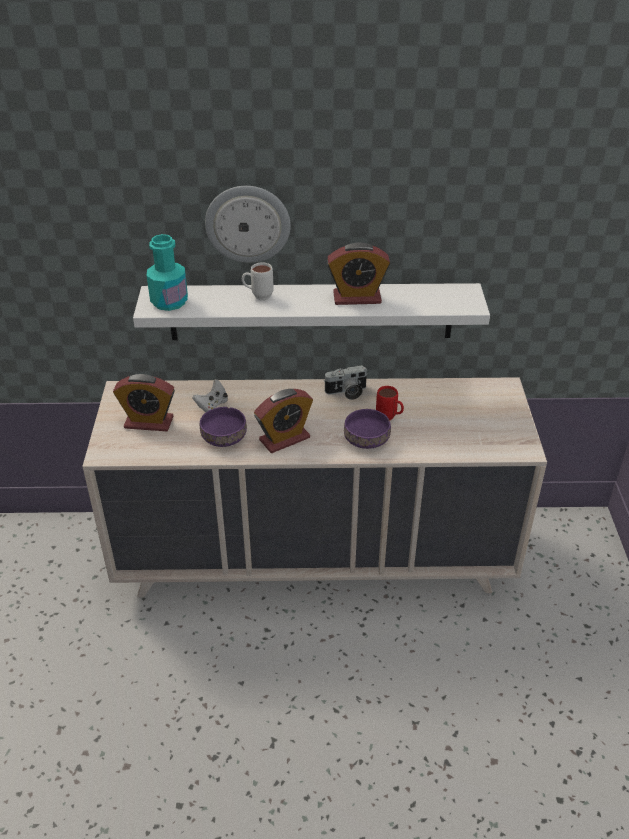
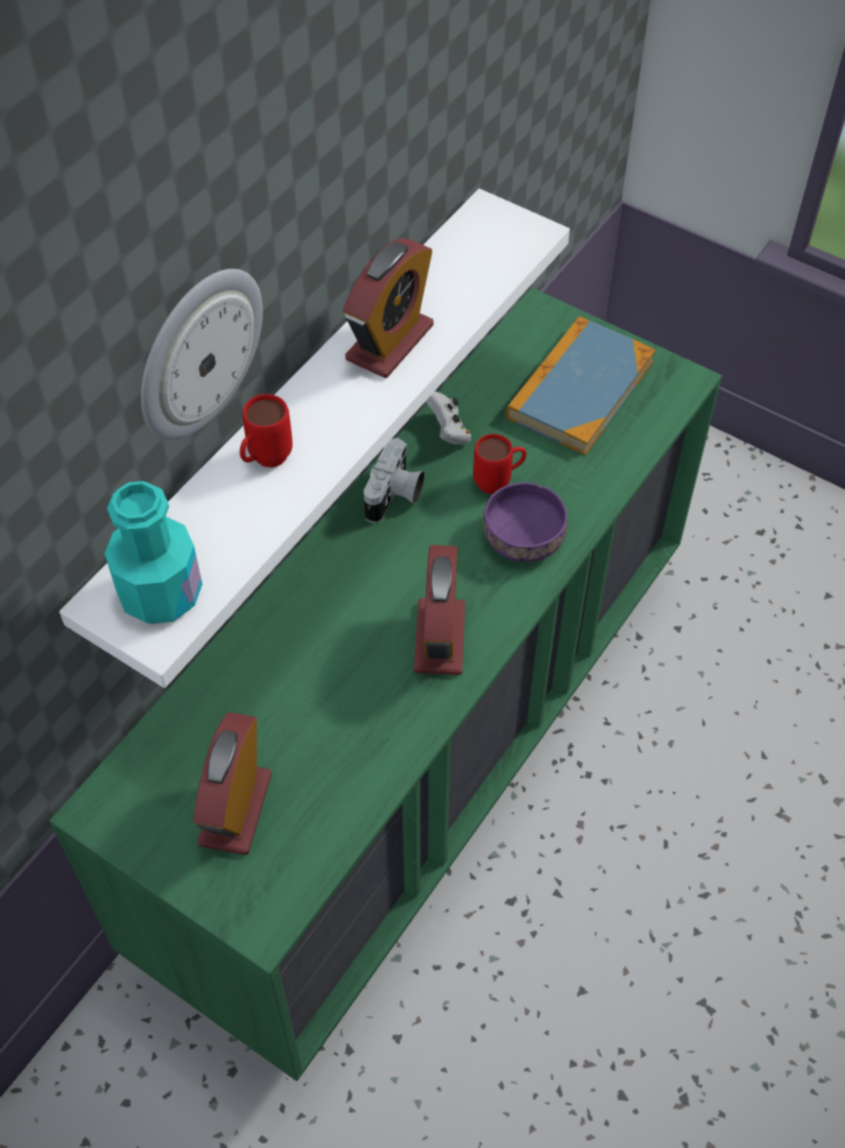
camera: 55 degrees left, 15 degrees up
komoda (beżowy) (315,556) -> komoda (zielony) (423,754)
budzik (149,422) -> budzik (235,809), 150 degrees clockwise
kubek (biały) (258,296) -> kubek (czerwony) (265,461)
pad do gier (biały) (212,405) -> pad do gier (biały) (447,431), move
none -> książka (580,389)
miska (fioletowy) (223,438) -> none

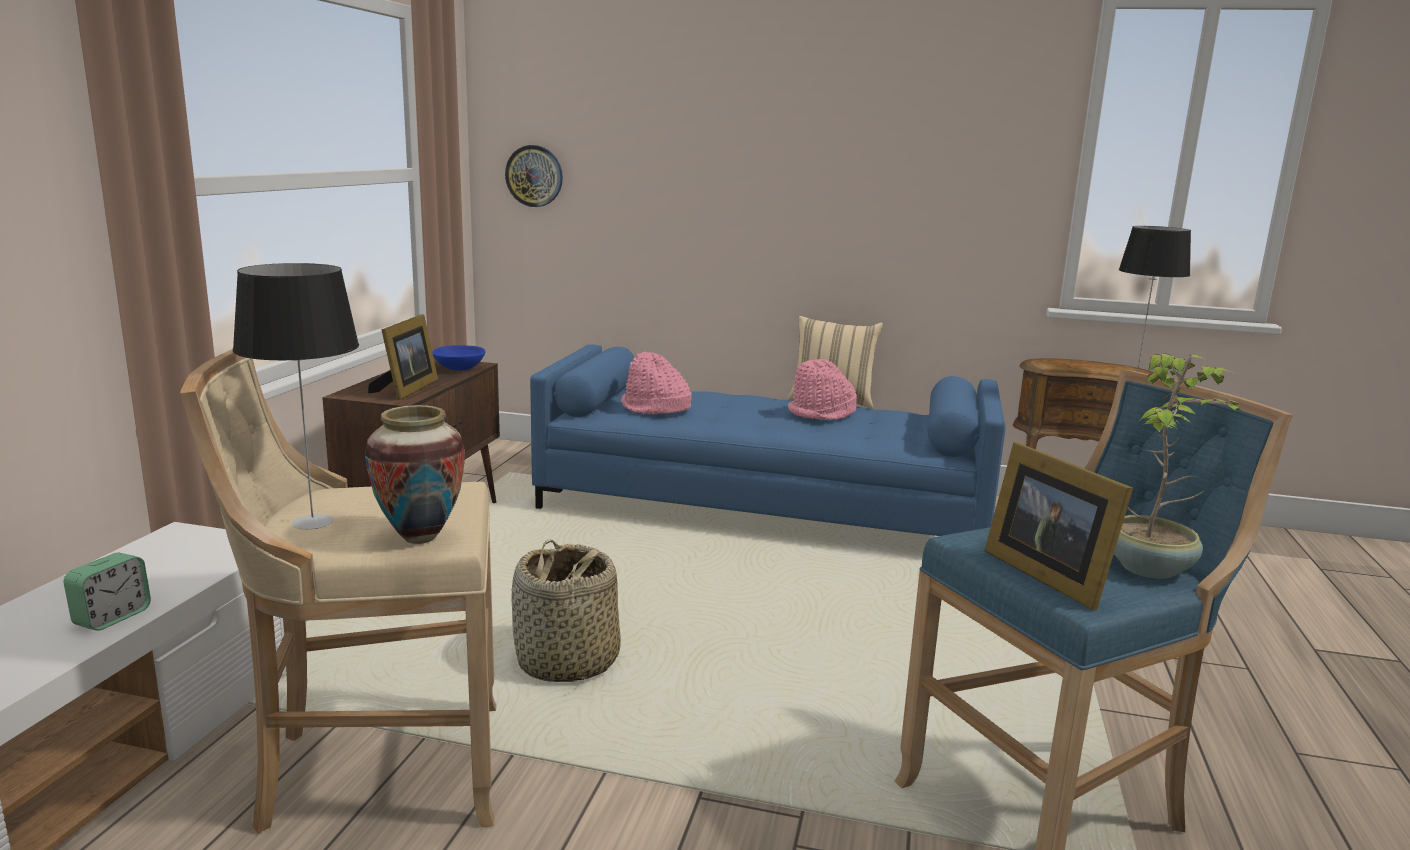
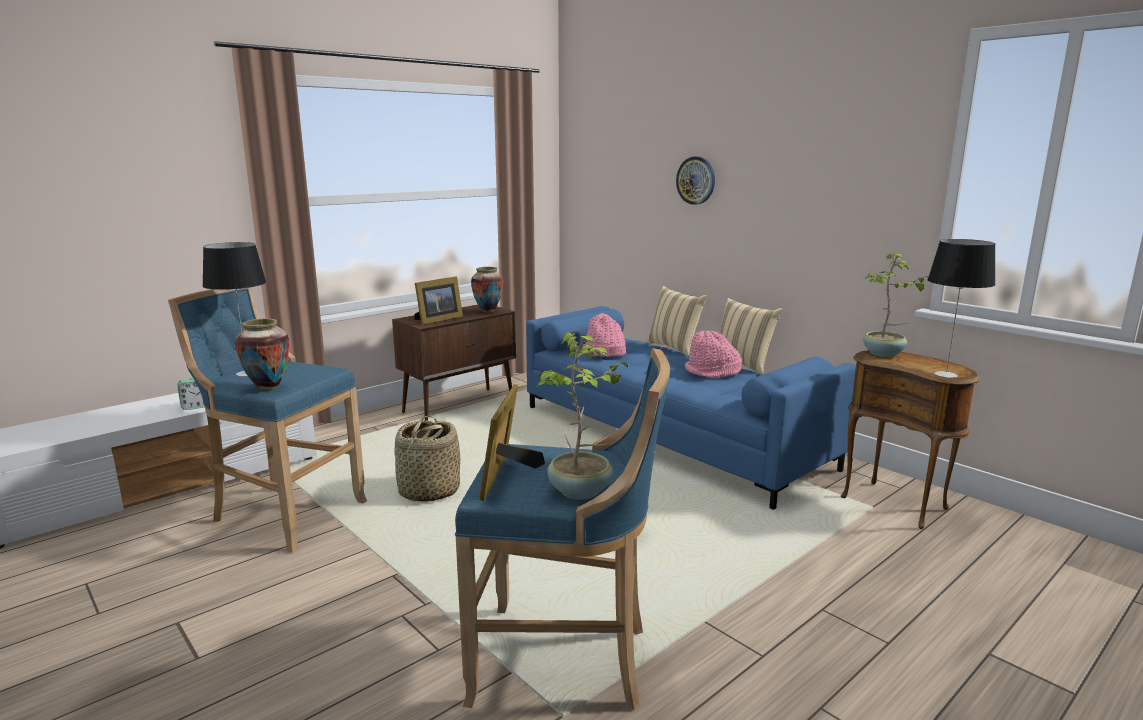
camera: 35 degrees right, 0 degrees up
stołek (beżowy) (377,771) -> stołek (niebieski) (284,513)
miska (niebieski) (460,368) -> wazon (488,312)
none -> poduszka (beżowy) (674,347)
zegar ścienny (534,176) -> zegar ścienny (696,180), move
none -> roślina doniczkowa (883,354)

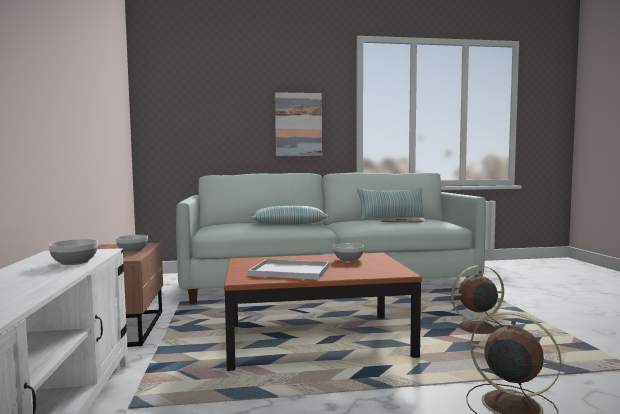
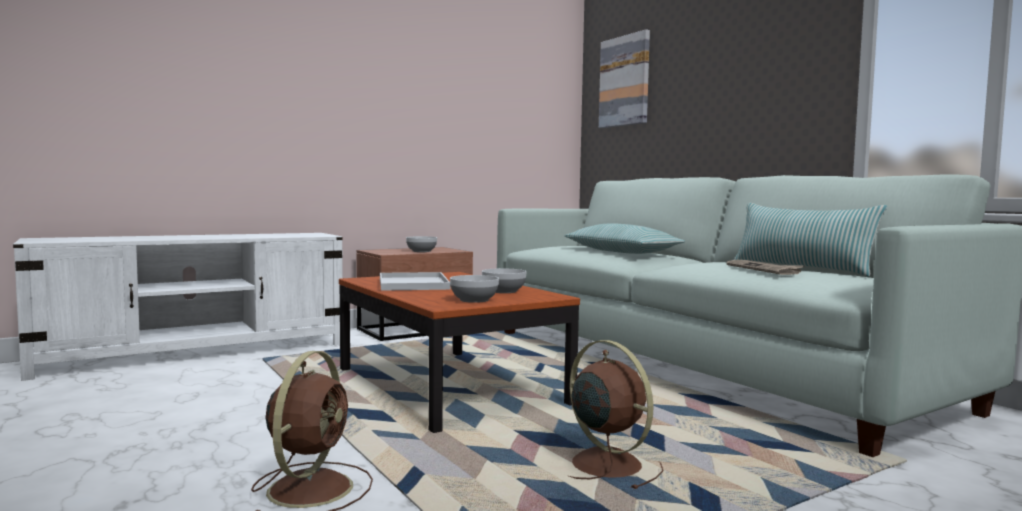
camera: 65 degrees right, 0 degrees up
miska (75,262) -> miska (475,300), move
obraz (298,124) -> obraz (625,81), move

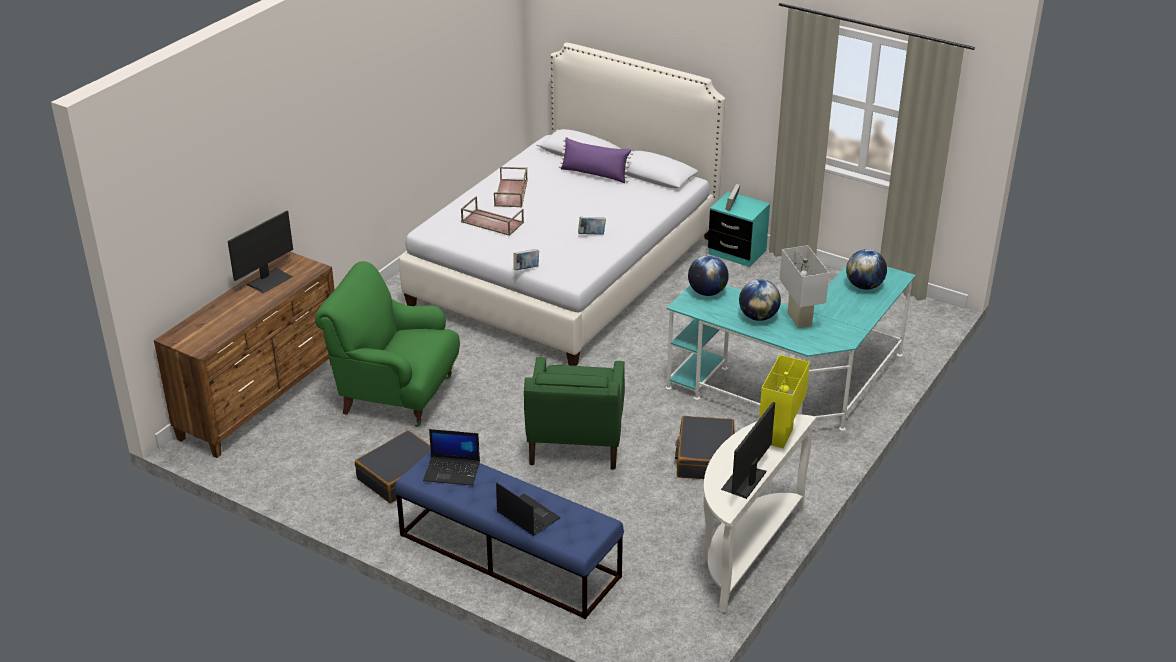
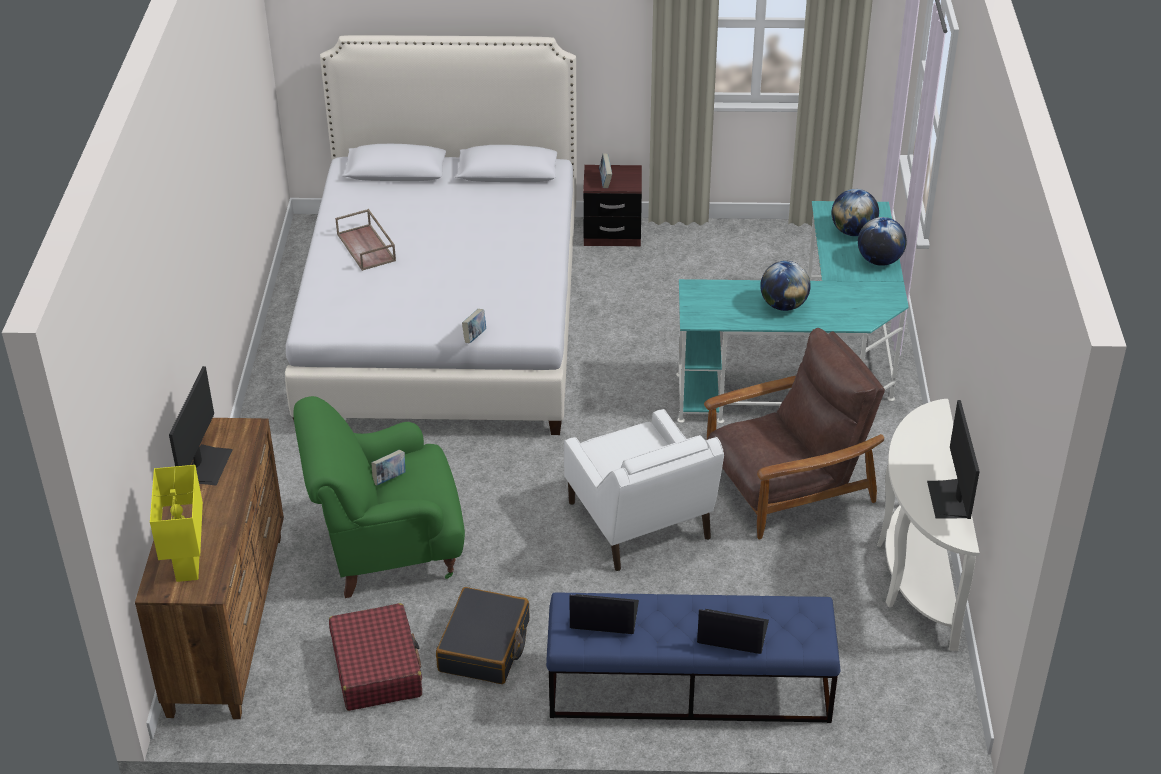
camera: 30 degrees left, 5 degrees up
lampa stołowa (żółty) (780,437) -> lampa stołowa (żółty) (188,566), move
none -> walizka (czerwony) (377,668)
książka (591,234) -> książka (389,478), move
fotel (zielony) (575,441) -> fotel (biały) (639,523)
laptop (452,471) -> laptop (603,616), 150 degrees counterclockwise
szafka nocna (turkusowy) (737,252) -> szafka nocna (brązowy) (612,233)
walizka (czarny) (704,457) -> fotel (brązowy) (787,486)
globus (707,292) -> globus (879,261), move
taca (brązowy) (491,222) -> none
poduszka (fioletowy) (594,174) -> none
lampa stołowa (biały) (799,319) -> none

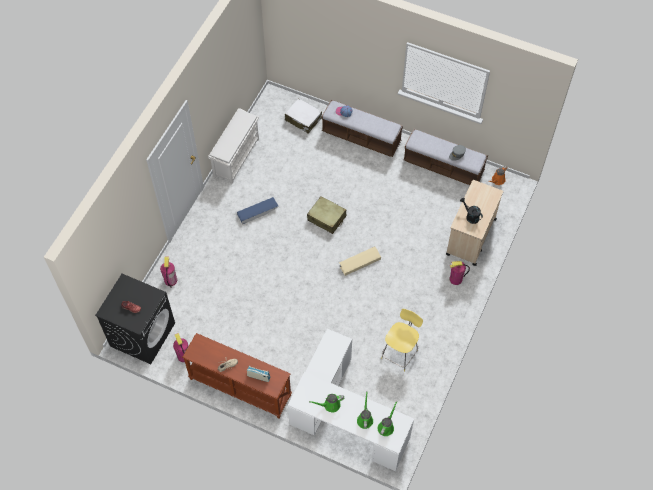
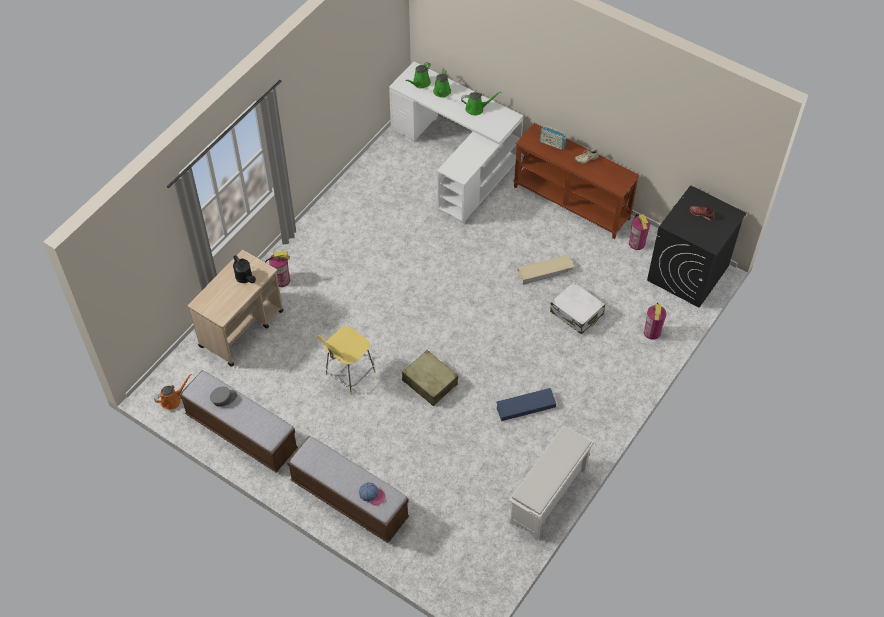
camera: 170 degrees left, 5 degrees down
stołek (żółty) (400,353) -> stołek (żółty) (349,374), move
pojemnik do przechowywania (beżowy) (359,262) -> pojemnik do przechowywania (beżowy) (545,271), move
walizka (biały) (303,119) -> walizka (biały) (576,313), move

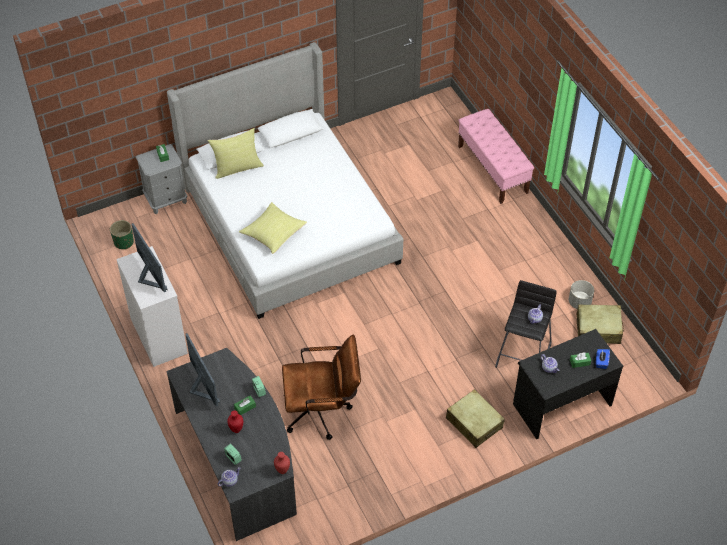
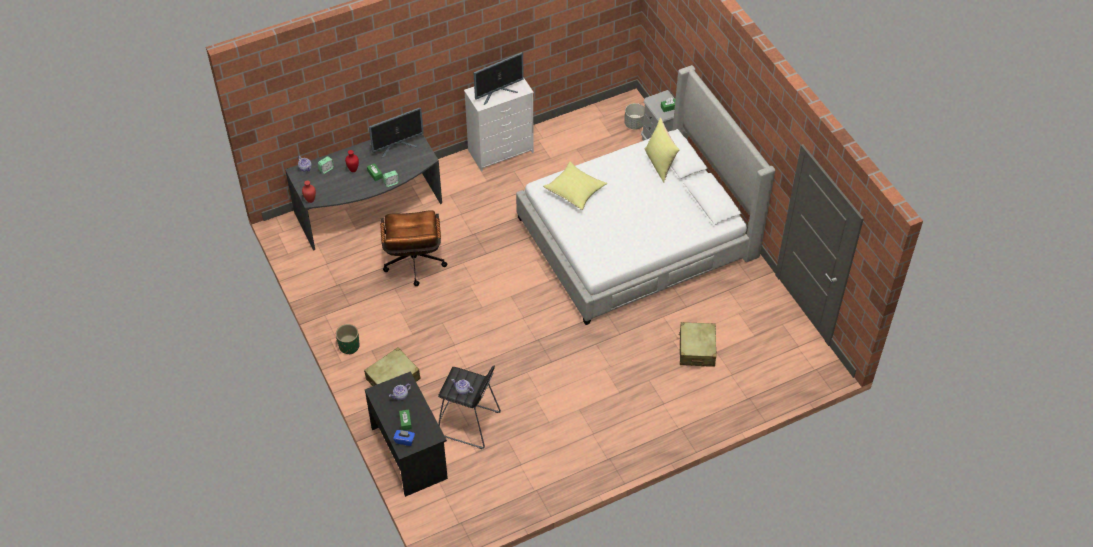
camera: 90 degrees right, 0 degrees up
donica (zielony) (123,242) -> donica (zielony) (349,346), move
donica (szary) (579,302) -> donica (szary) (634,124), move
walizka (beżowy) (598,329) -> walizka (beżowy) (697,349), move
ławka (różowy) (493,169) -> none

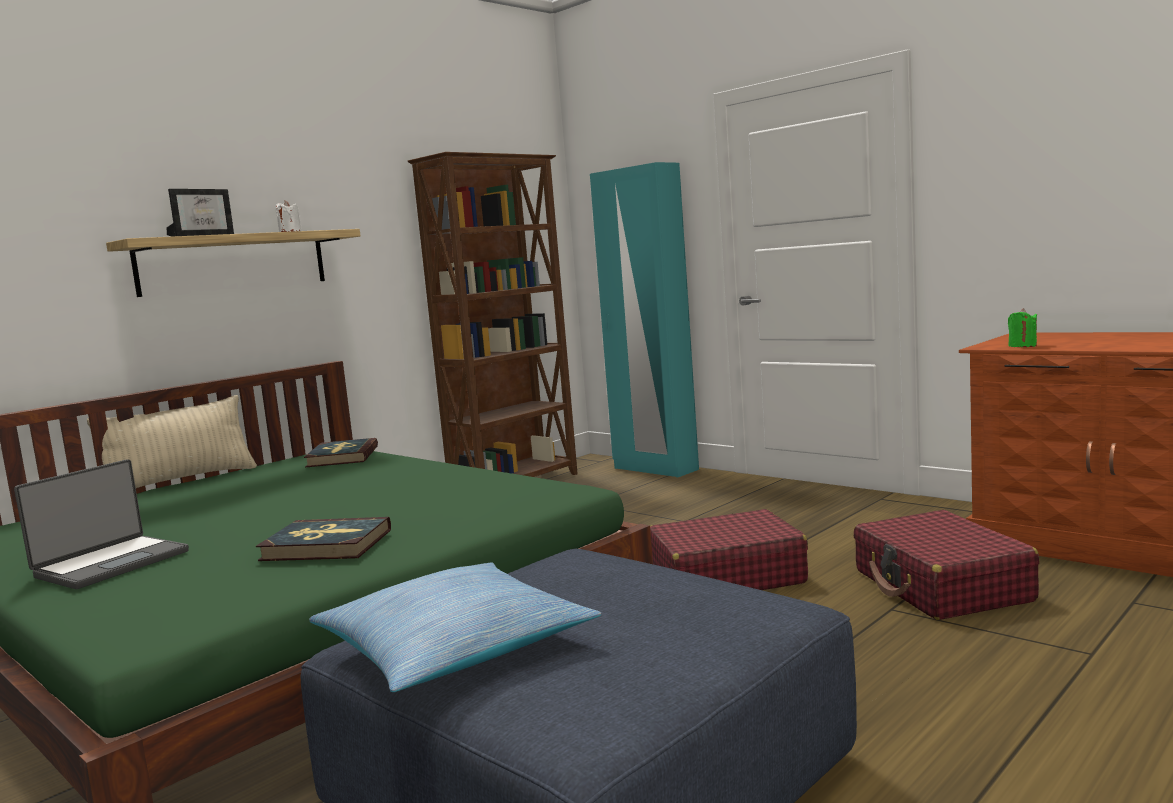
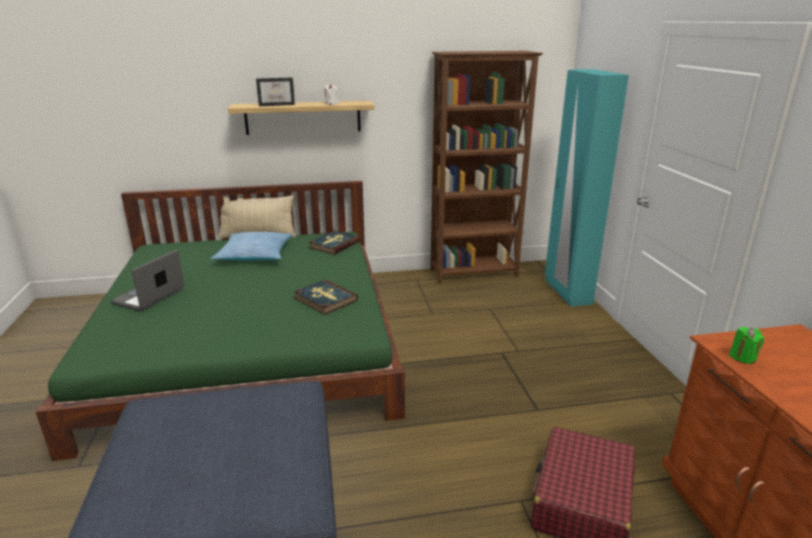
camera: 35 degrees right, 15 degrees up
laptop (111,564) -> laptop (149,296), 135 degrees clockwise
poduszka (453,648) -> poduszka (255,255), move
książka (326,545) -> książka (325,299), move
walizka (czerwony) (725,576) -> none

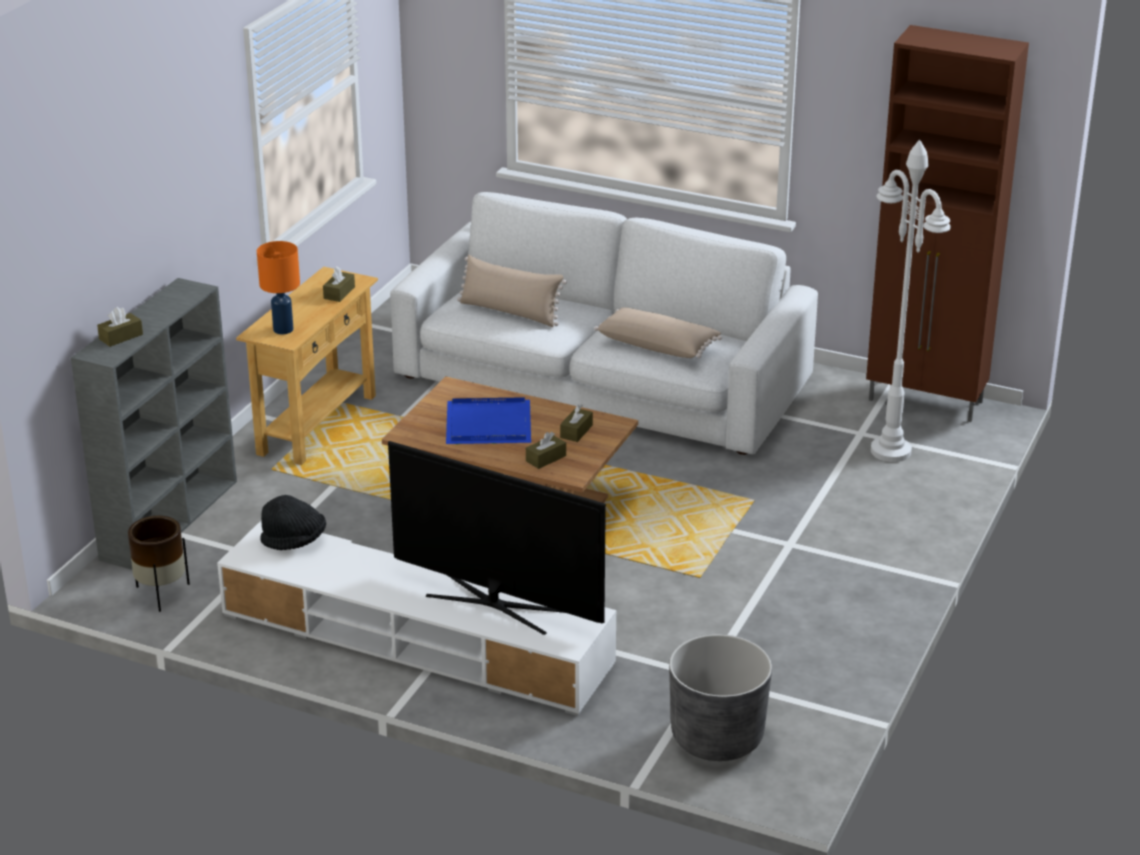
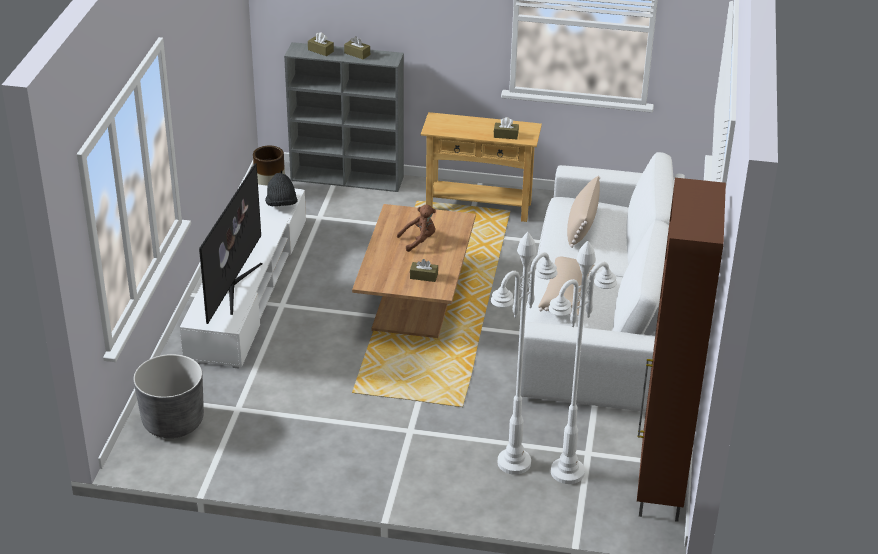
camera: 75 degrees right, 5 degrees up
pudełko chusteczek (brązowy) (546,458) -> pudełko chusteczek (brązowy) (357,54), move
taca (niebieski) (490,424) -> pluszak (brązowy) (419,240)
none -> lampa stojąca (biały) (514,463)
lampa stołowa (pomarańczowy) (283,329) -> none

